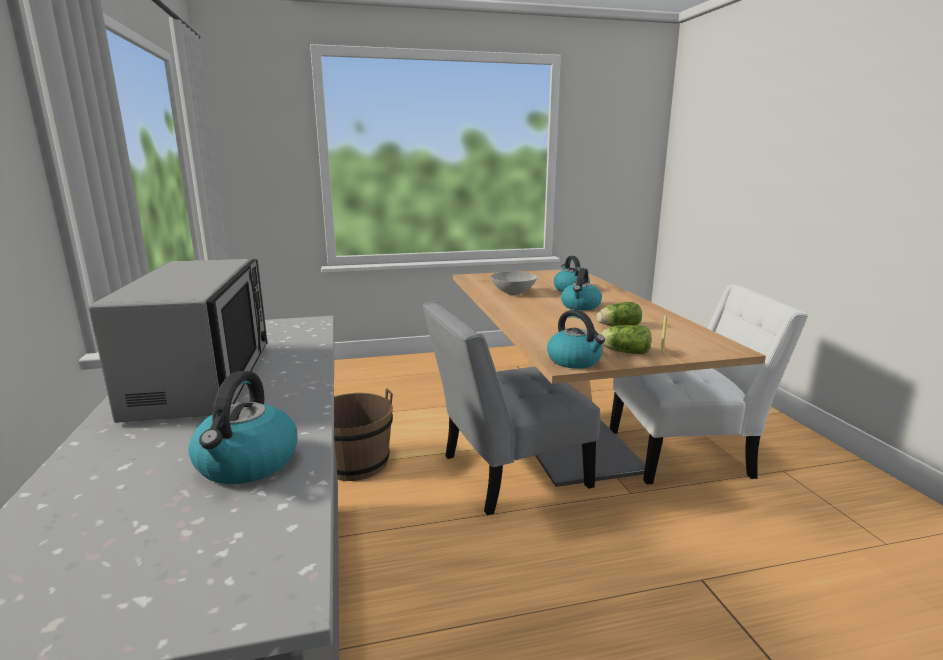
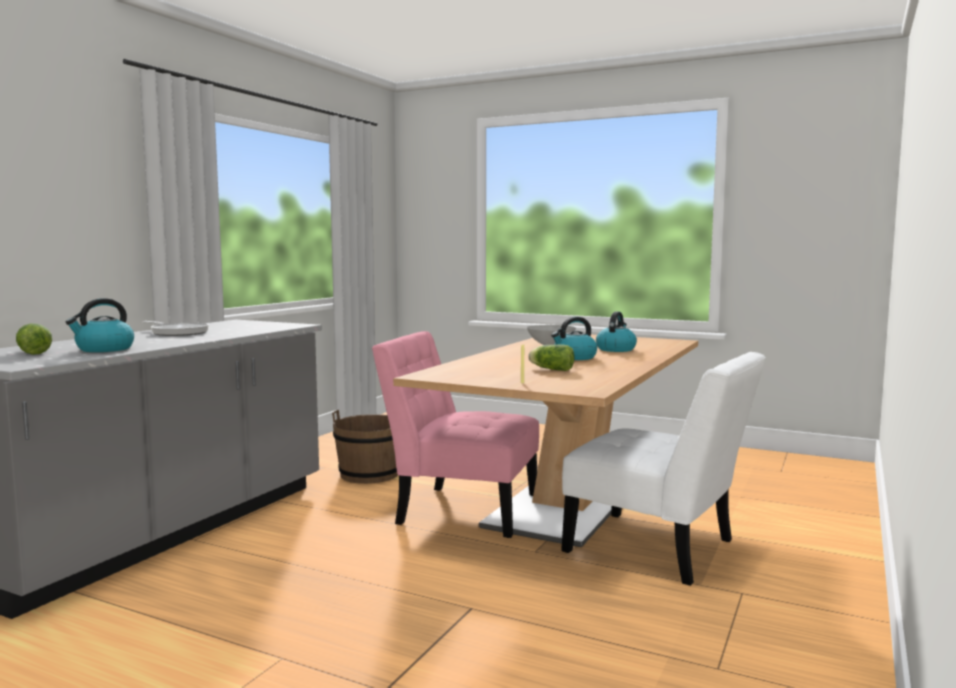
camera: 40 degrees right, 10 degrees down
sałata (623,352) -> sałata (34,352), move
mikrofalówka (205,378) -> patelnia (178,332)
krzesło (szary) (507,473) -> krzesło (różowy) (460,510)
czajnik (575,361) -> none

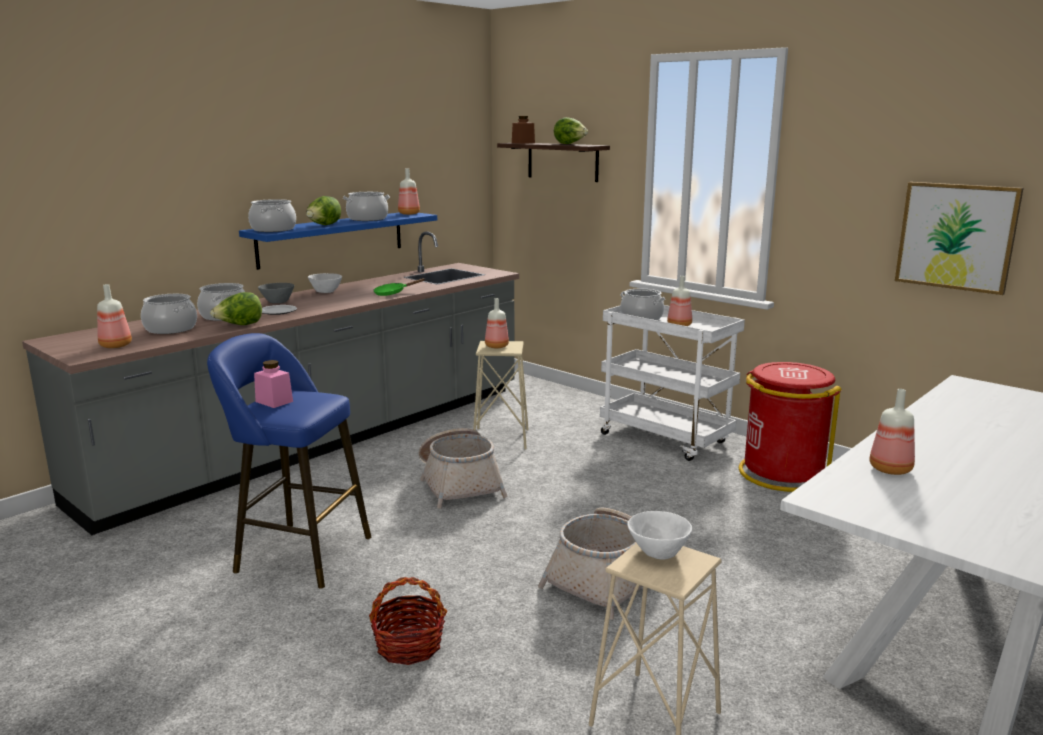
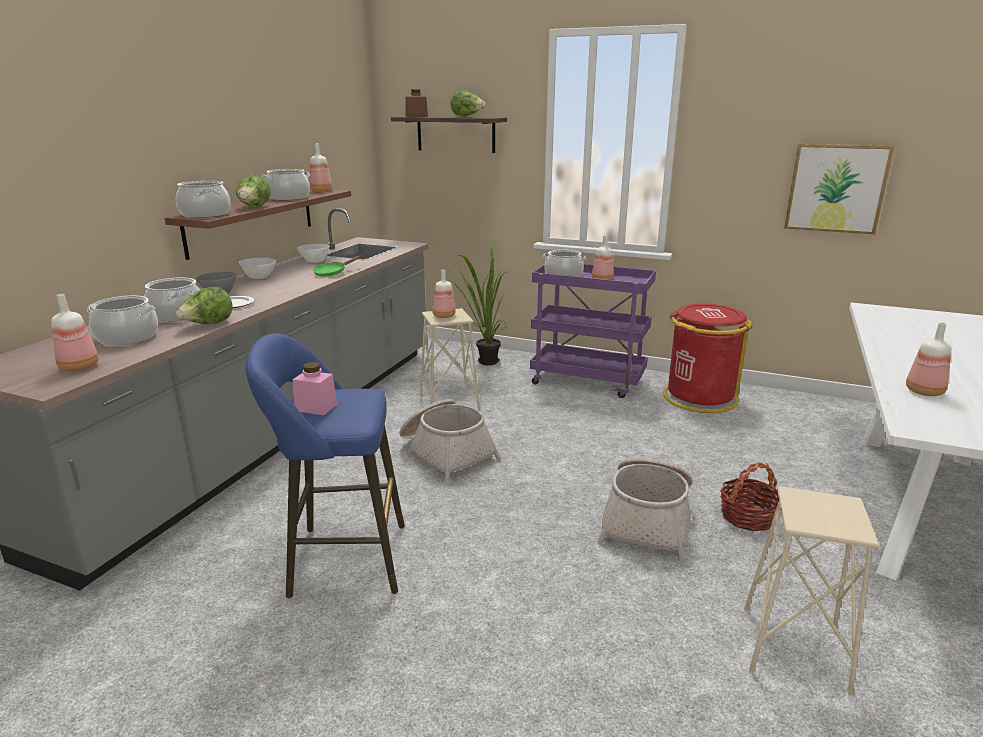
camera: 20 degrees left, 5 degrees up
półka (niebieski) (332,239) -> półka (brązowy) (252,221)
miska (biały) (659,551) -> miska (biały) (315,261), move
none -> roślina doniczkowa (483,362)
wózek (biały) (666,439) -> wózek (fioletowy) (588,381)
koszyk (409,646) -> koszyk (747,517), move

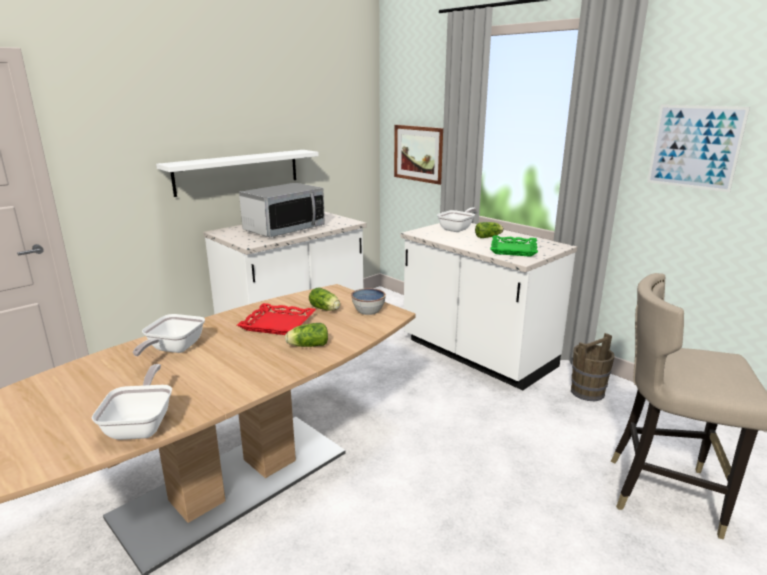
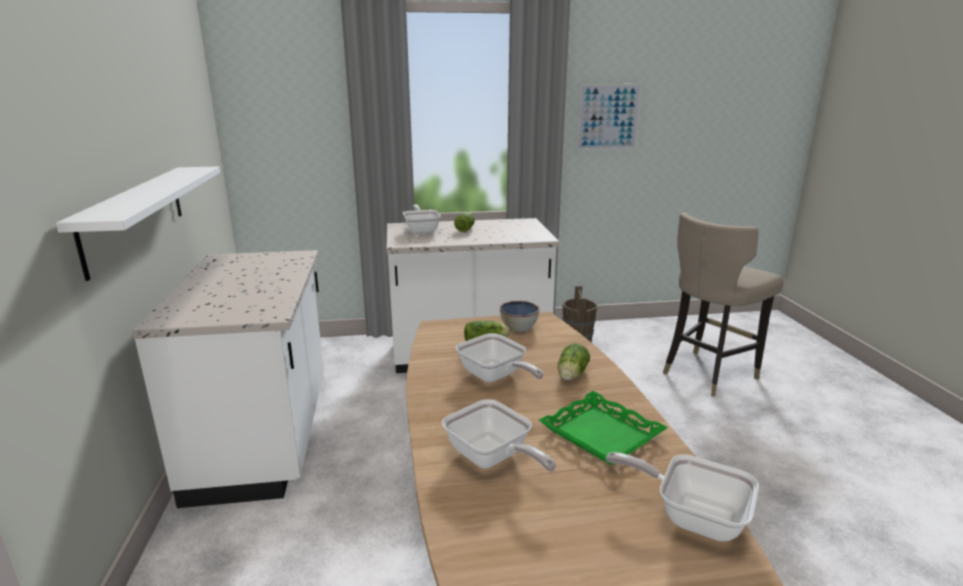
camera: 55 degrees left, 0 degrees up
taca (czerwony) (277,324) -> patelnia (495,377)
taca (zielony) (513,249) -> taca (zielony) (600,434), move
mikrofalówka (284,229) -> none
obraz (419,153) -> none

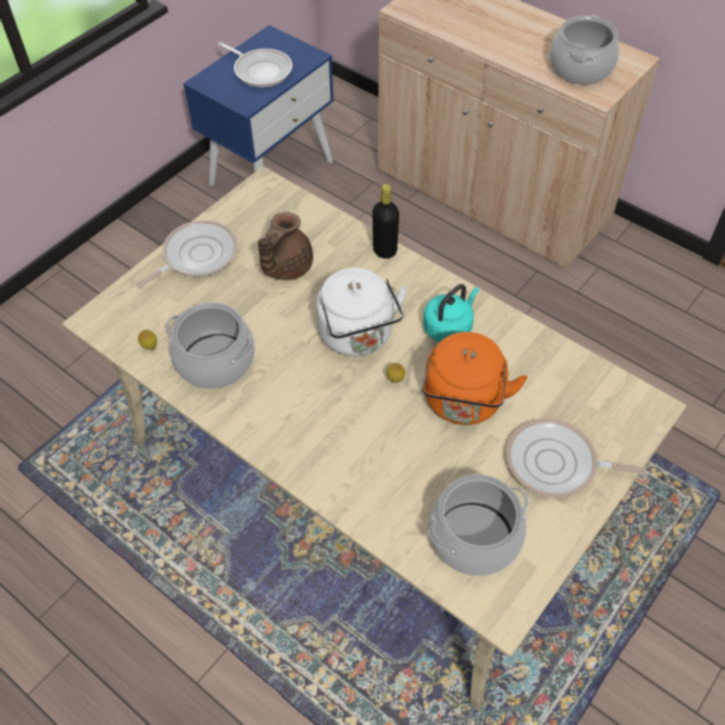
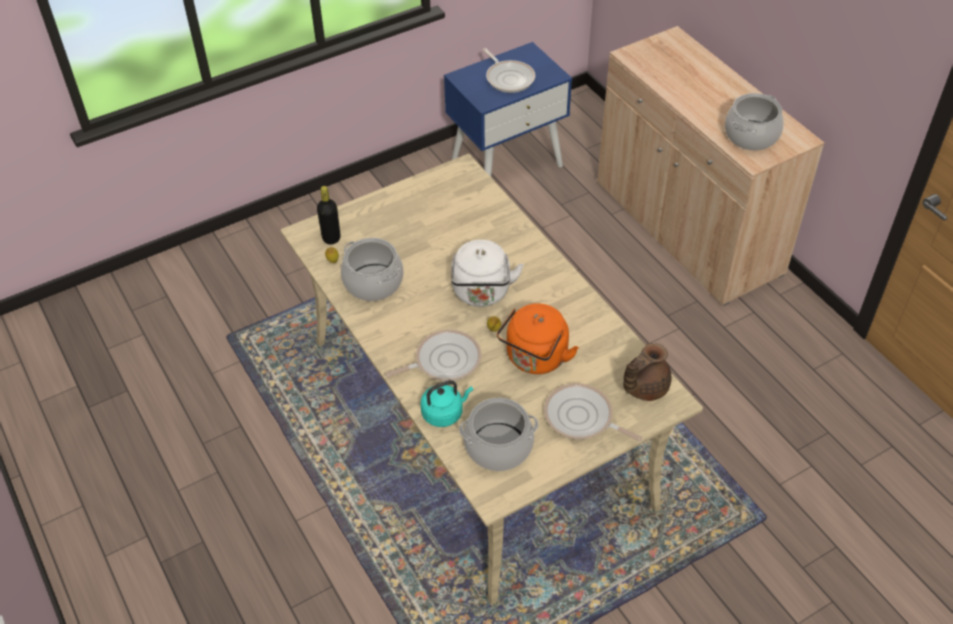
camera: 20 degrees right, 5 degrees down
butelka (czarny) (385,250) -> butelka (czarny) (331,238), move
patelnia (196,256) -> patelnia (443,360), move
czajnik (turkusowy) (449,327) -> czajnik (turkusowy) (444,413), move
imbryk (brązowy) (285,267) -> imbryk (brązowy) (643,387), move

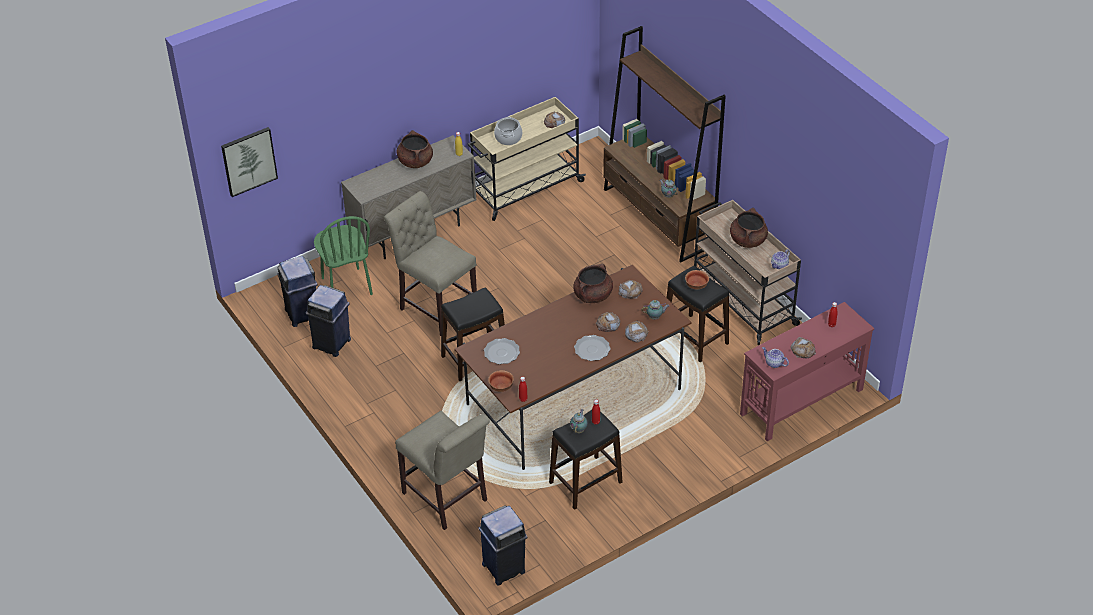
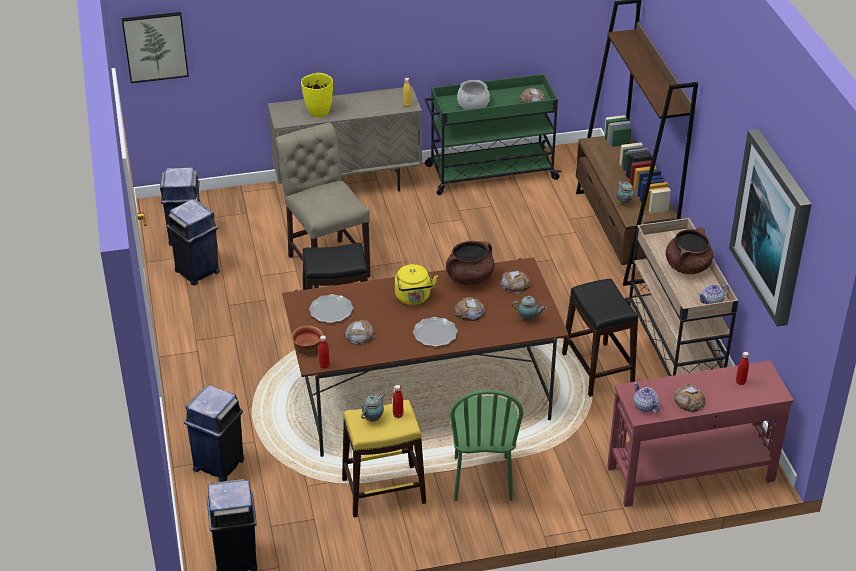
camera: 20 degrees right, 5 degrees down
krzesło (beżowy) (447,499) -> kosz na śmieci (niebieski) (219,464)
none -> wazon (żółty) (318,112)
stołek (czarny) (586,482) -> stołek (żółty) (384,491)
chleb (636,333) -> chleb (359,335), move
none -> czajnik (żółty) (413,298)
wózek (beżowy) (525,189) -> wózek (zielony) (490,172)
krzesło (zielony) (346,286) -> krzesło (zielony) (482,479), move
none -> obraz (772,226)
garnek (brązowy) (415,162) -> none
miska (696,286) -> none

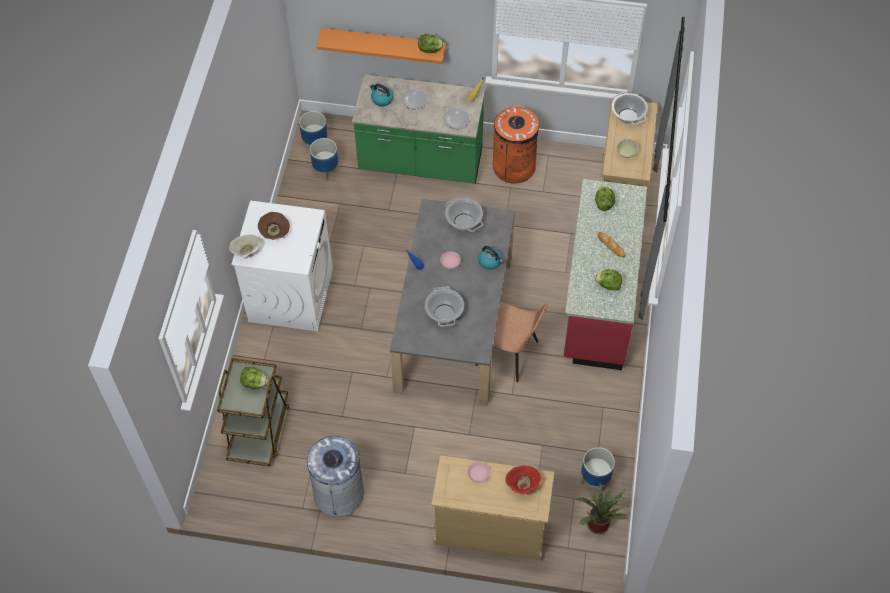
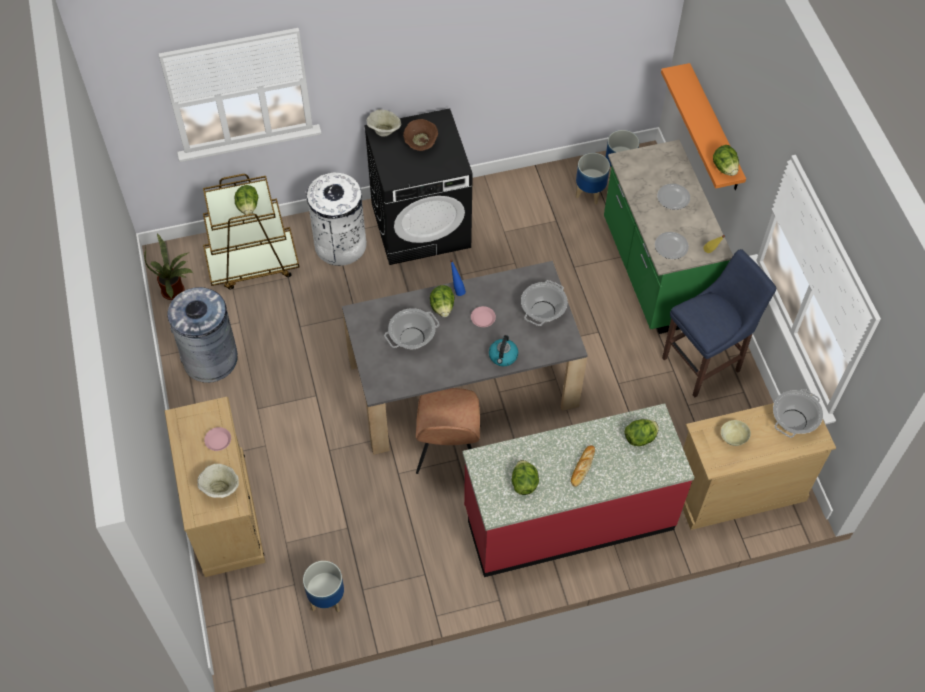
camera: 65 degrees right, 0 degrees up
roślina doniczkowa (598,522) -> roślina doniczkowa (176,291), move
miska (czerwony) (522,484) -> miska (beżowy) (220,488)
none -> kosz na śmieci (biały) (340,245)
pralka (biały) (291,294) -> pralka (czarny) (421,225)
none -> sałata (442,307)
kosz na śmieci (pomarańczowy) (513,167) -> stołek (niebieski) (704,363)
czajnik (381,99) -> none

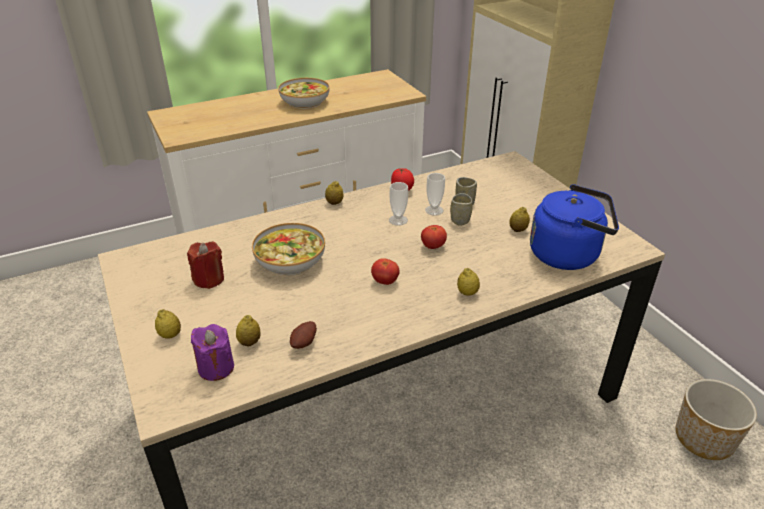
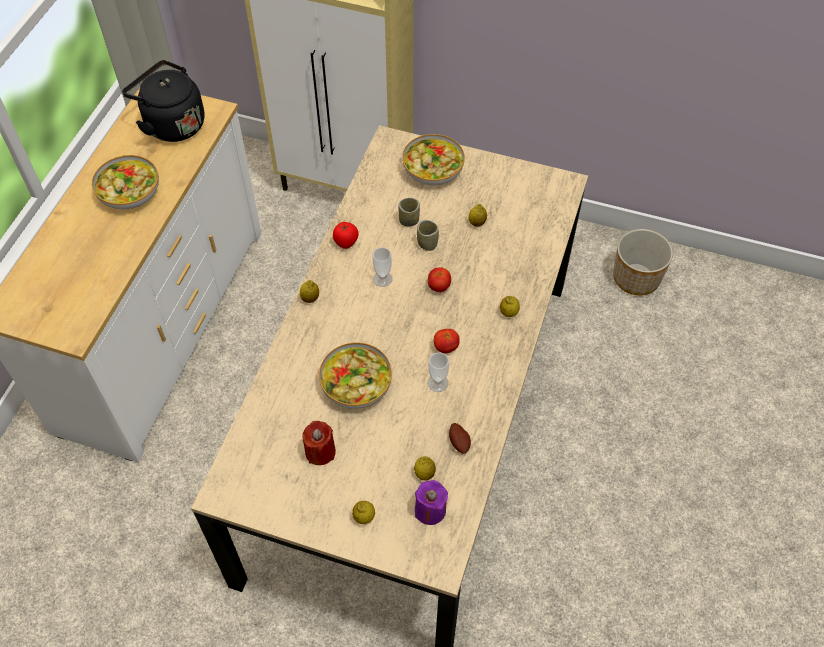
camera: 45 degrees left, 20 degrees up
none -> czajnik (czarny) (172,124)
none -> miska (433,170)
filiżanka (434,210) -> filiżanka (438,383), move
czajnik (niebieski) (568,254) -> none

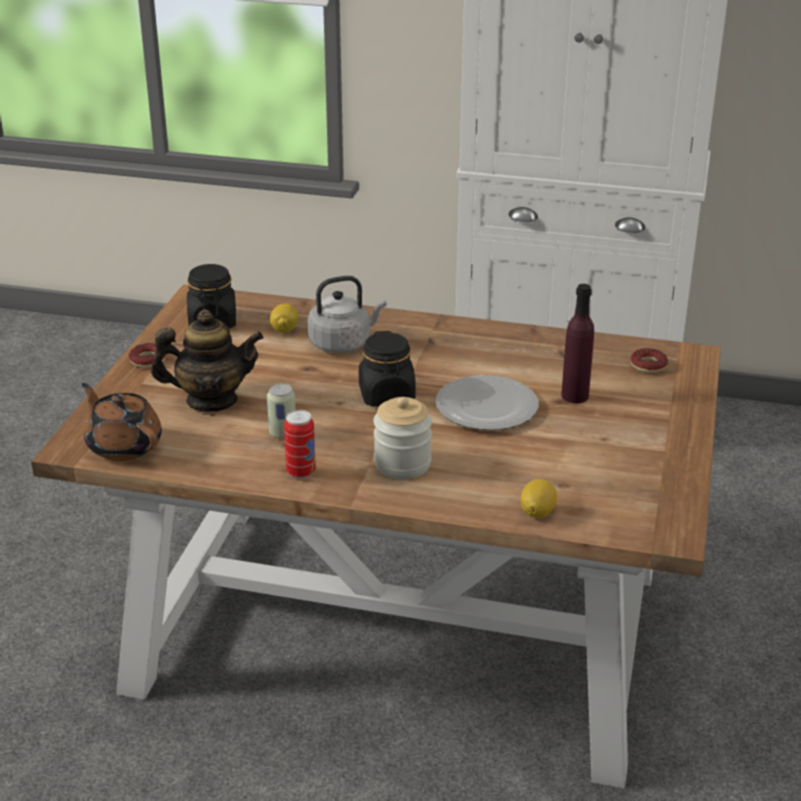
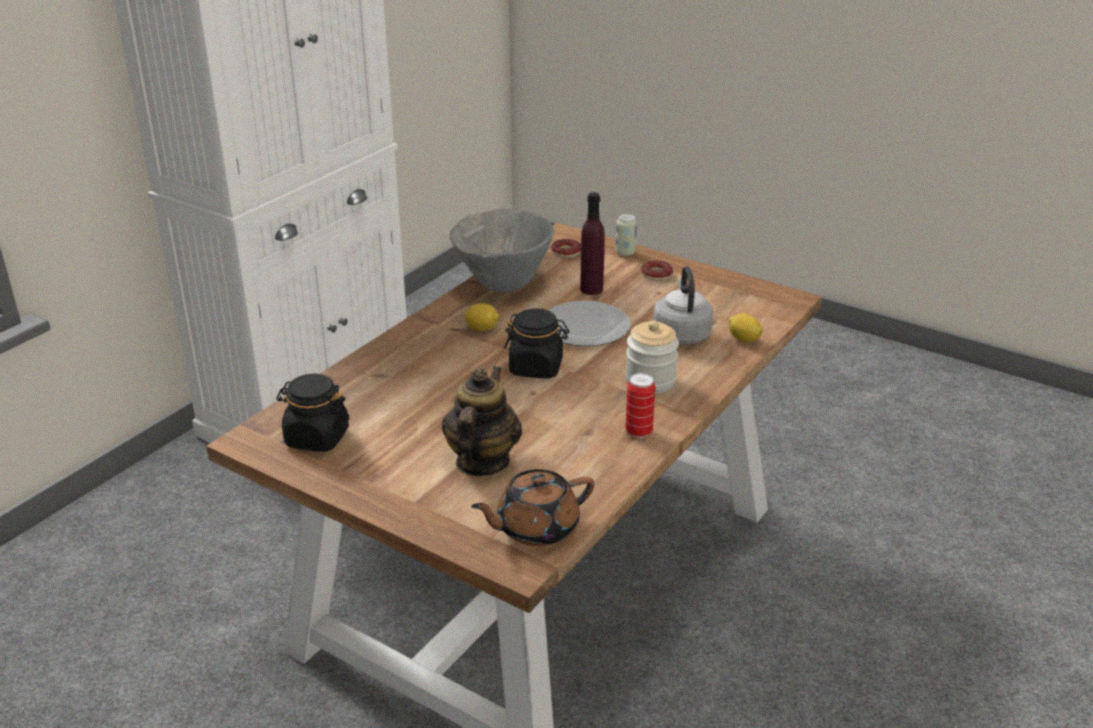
camera: 70 degrees left, 0 degrees up
none -> miska (szary) (503,283)
cytryna (284,330) -> cytryna (482,328), move
puszka (282,433) -> puszka (625,252), move
donut (148,360) -> donut (656,274), move
czajnik (szary) (343,343) -> czajnik (szary) (681,334), move

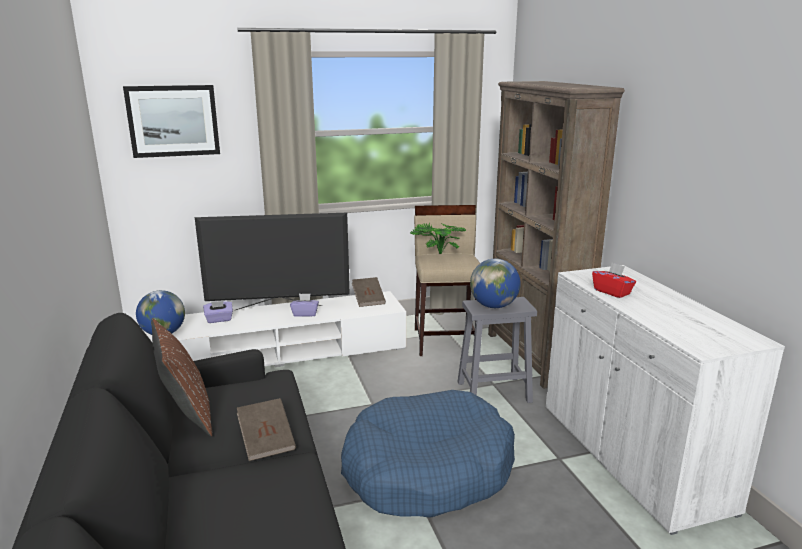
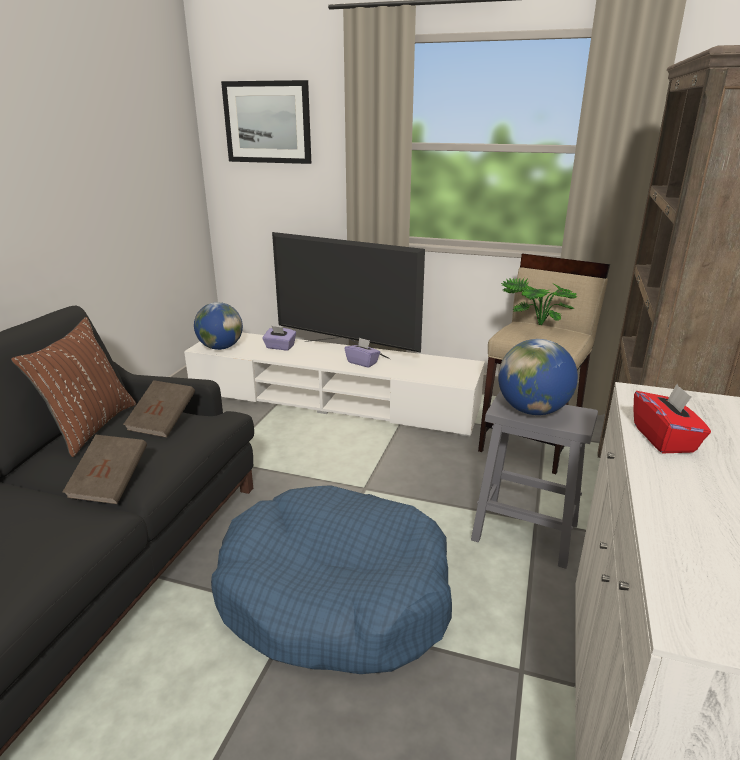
camera: 35 degrees right, 5 degrees up
książka (brązowy) (368,300) -> książka (brązowy) (163,422), move

